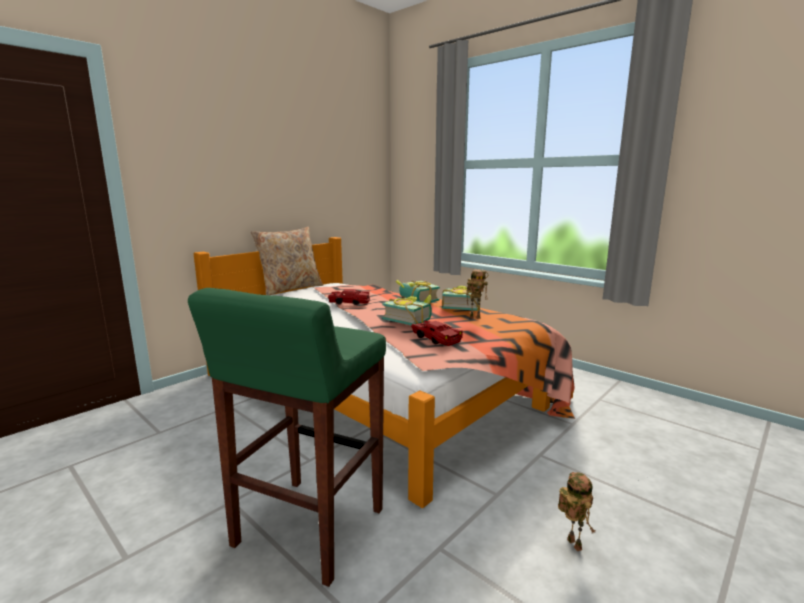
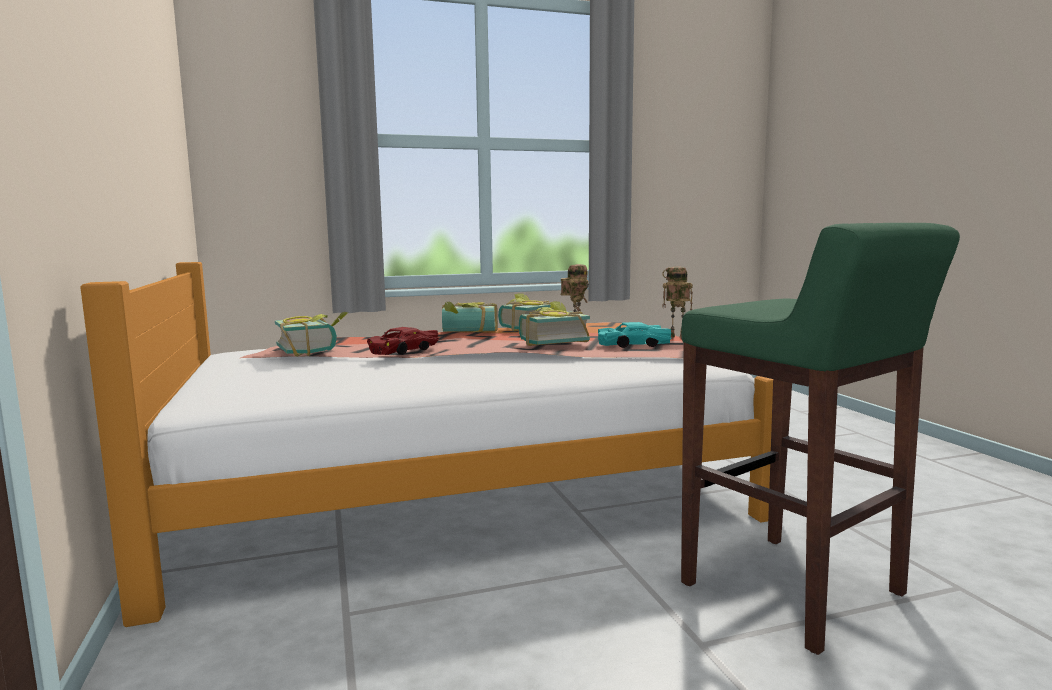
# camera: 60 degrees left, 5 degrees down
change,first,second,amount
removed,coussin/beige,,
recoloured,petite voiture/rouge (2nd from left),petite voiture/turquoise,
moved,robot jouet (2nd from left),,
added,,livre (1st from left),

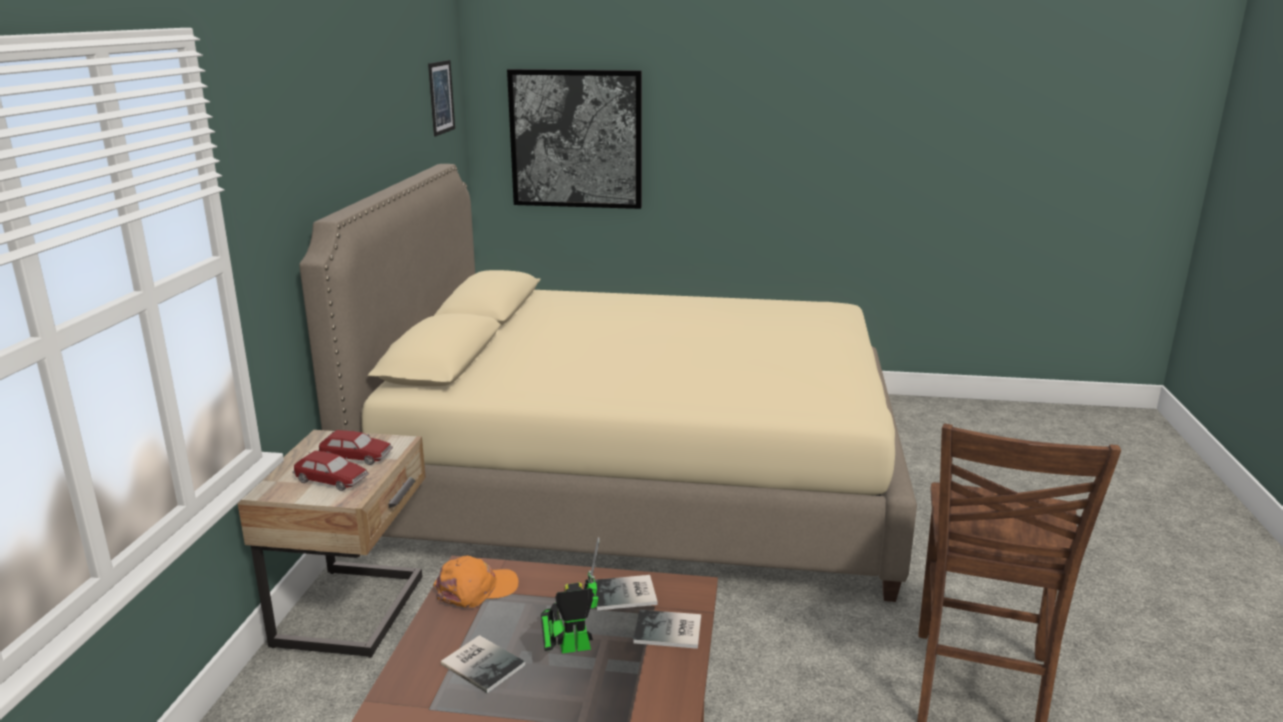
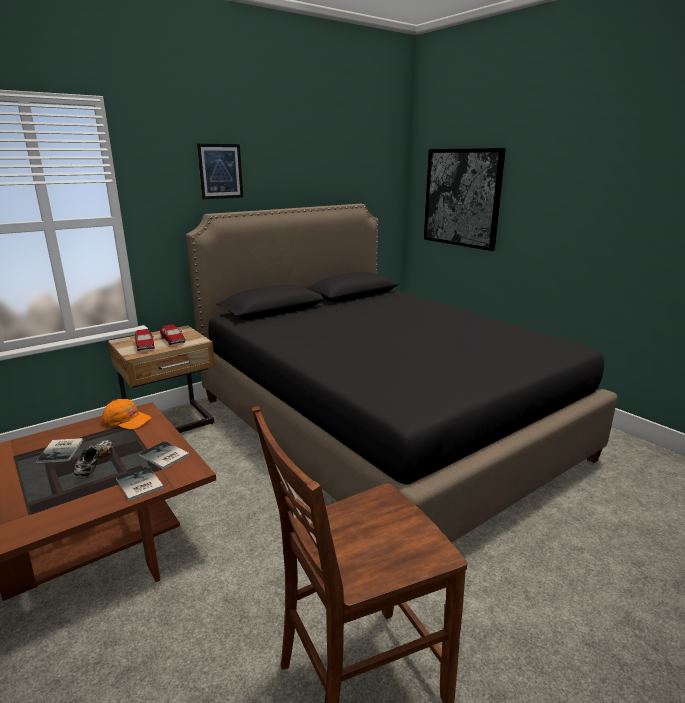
# camera: 45 degrees right, 0 degrees up
change,first,second,amount
recoloured,lit/beige,lit/noir,
moved,tableau (1st from left),,
replaced,robot jouet,chaussure,

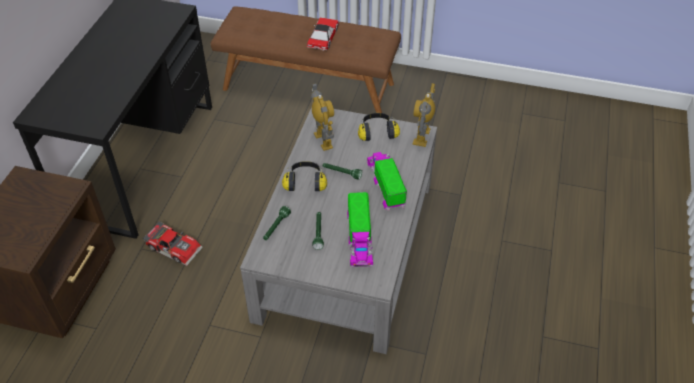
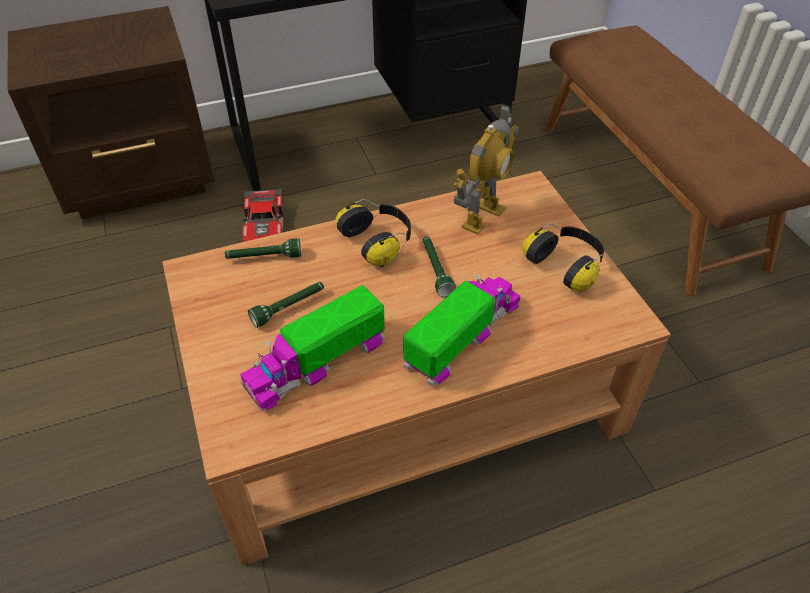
# camera: 55 degrees right, 0 degrees up
change,first,second,amount
recoloured,table basse/gris,table basse/marron,
removed,petite voiture (2nd from left),,
removed,robot jouet (2nd from left),,

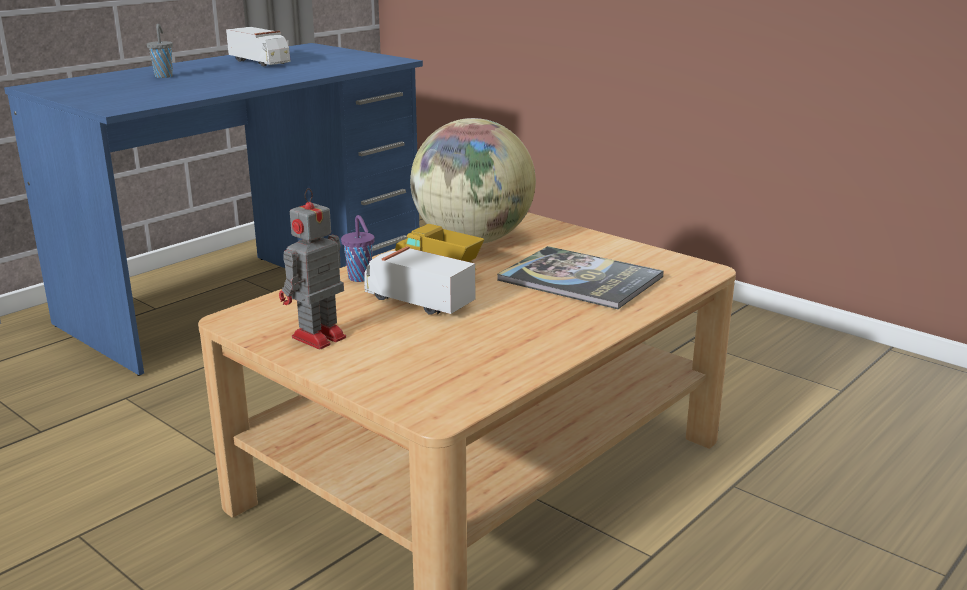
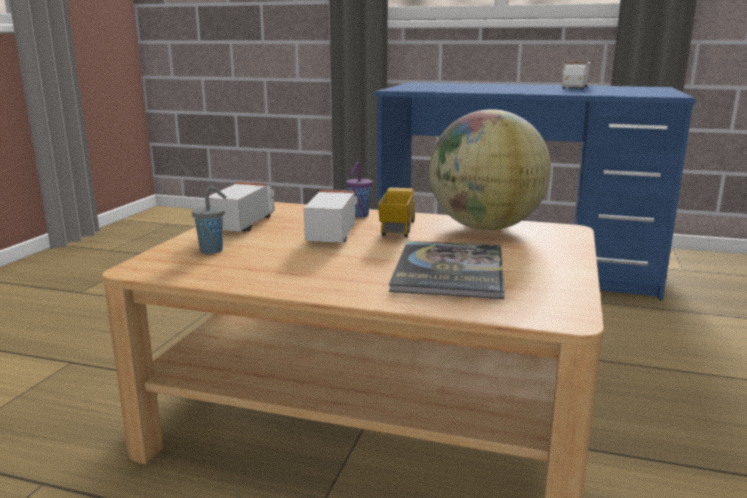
# camera: 65 degrees right, 5 degrees down
change,first,second,amount
moved,tasse/gris,,
replaced,robot jouet,camion jouet (1st from left),

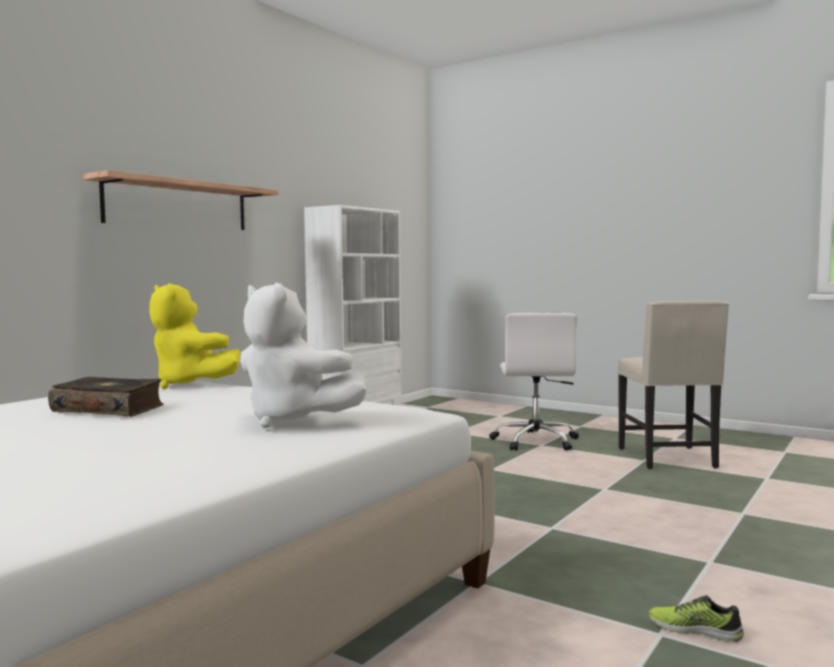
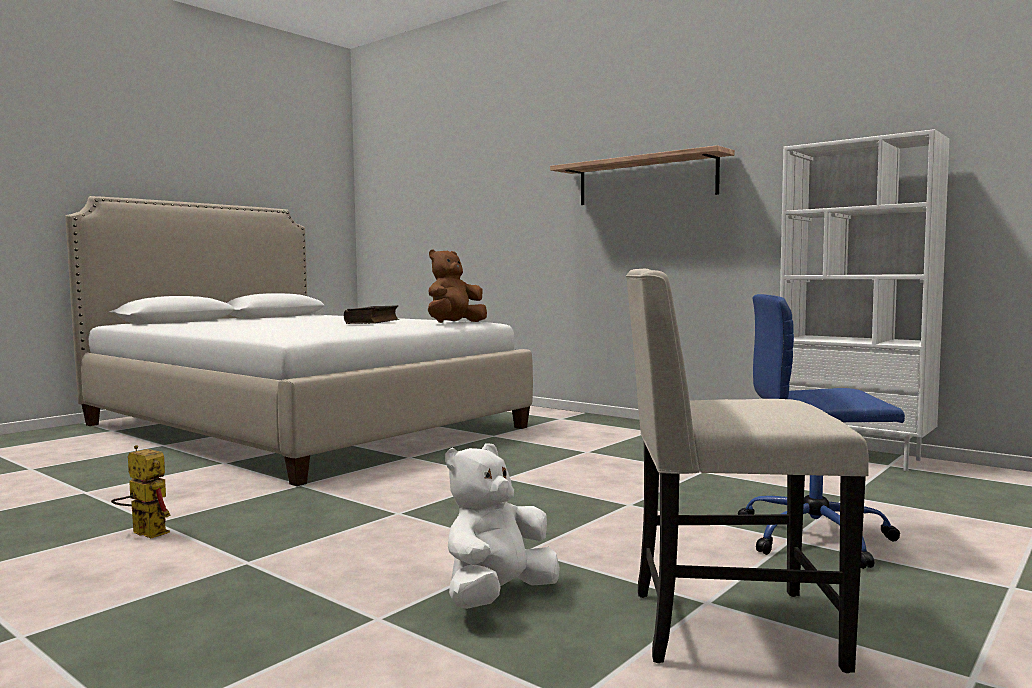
# camera: 95 degrees right, 0 degrees up
change,first,second,amount
recoloured,peluche/jaune,peluche/marron,
moved,peluche/blanc,,
recoloured,chaise de bureau/blanc,chaise de bureau/bleu,
replaced,chaussure,robot jouet,

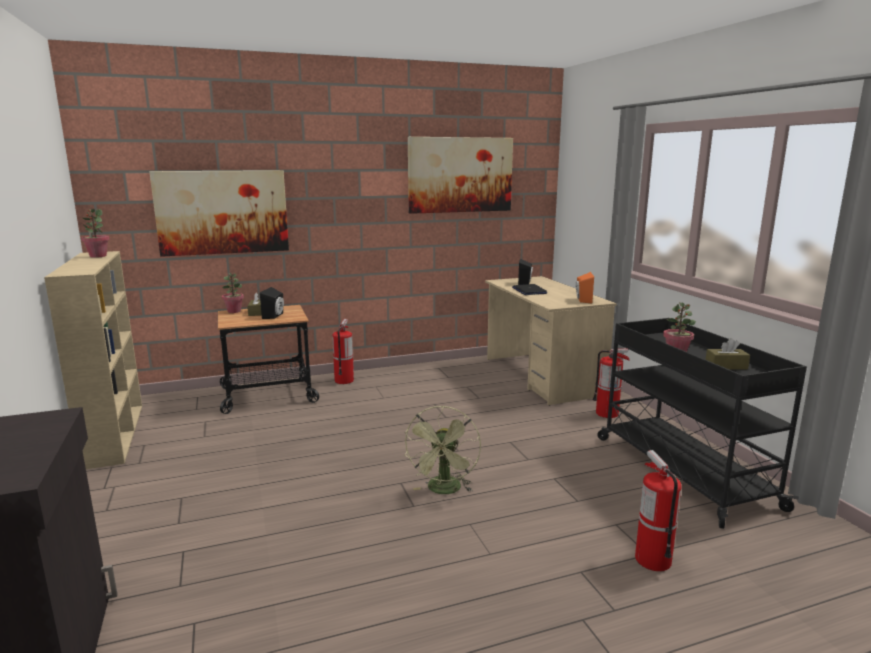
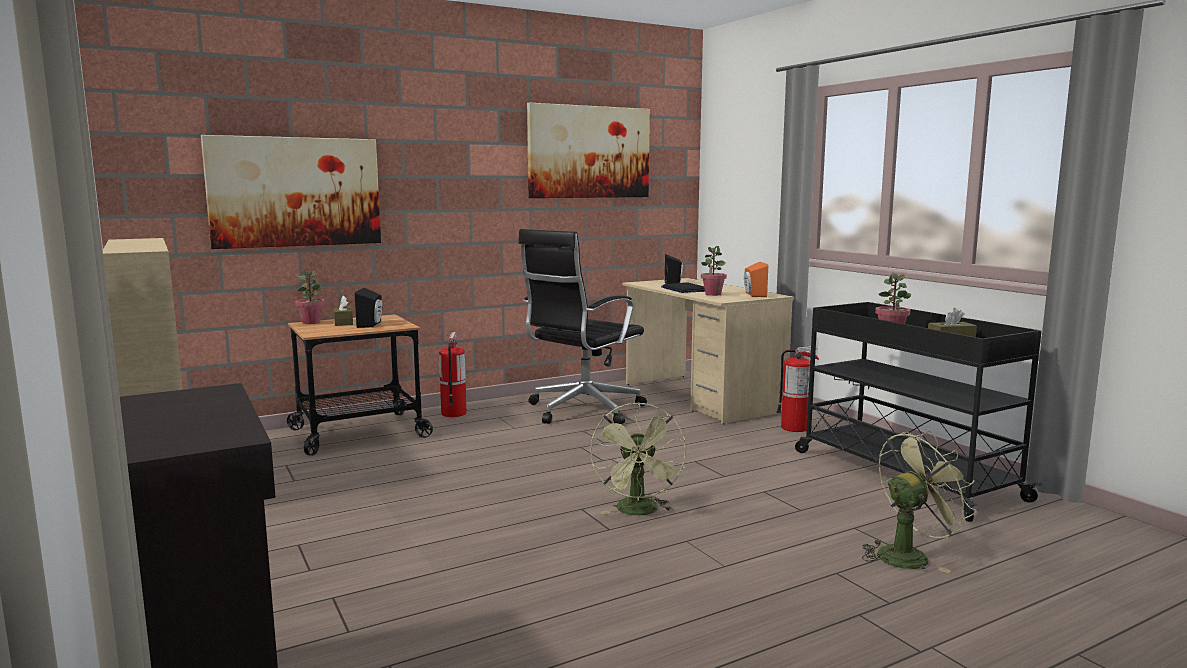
# camera: 10 degrees left, 5 degrees down
change,first,second,amount
moved,plante en pot (1st from left in the first image),plante en pot (2nd from left),
replaced,extincteur (3rd from left),ventilateur/vert (2nd from left),
added,,chaise de bureau/noir,

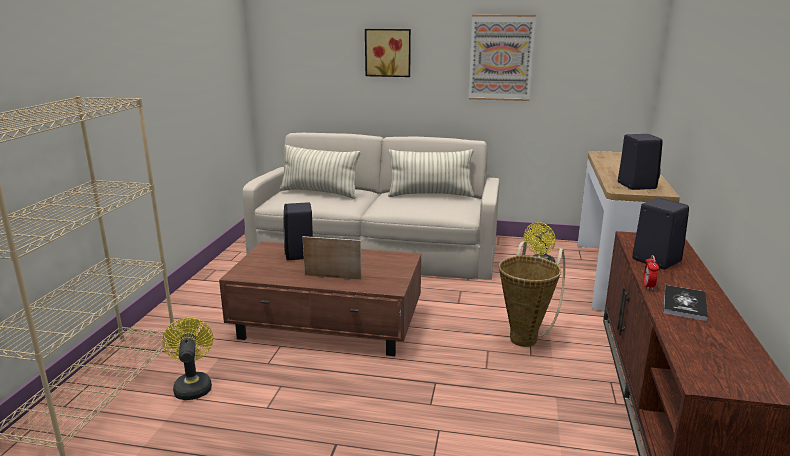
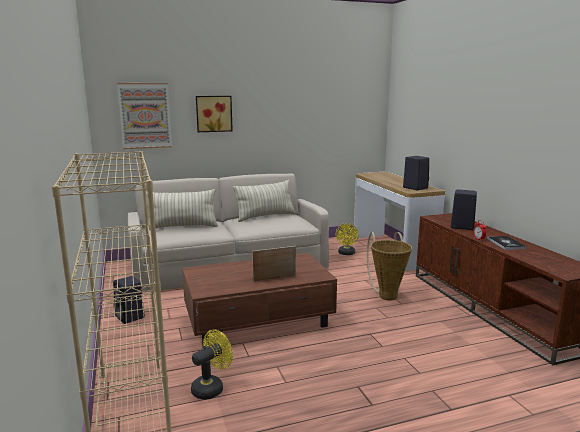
# camera: 30 degrees left, 5 degrees down
change,first,second,amount
turned,ventilateur/jaune (1st from left),,90 degrees clockwise
moved,enceinte/noir (1st from left),,
moved,tableau (2nd from left in the first image),tableau (1st from left),

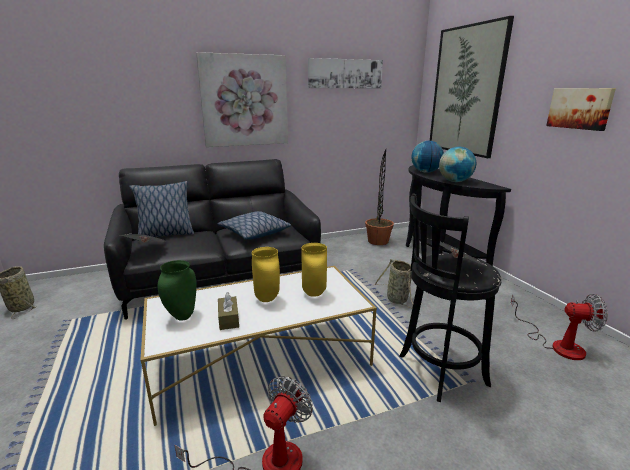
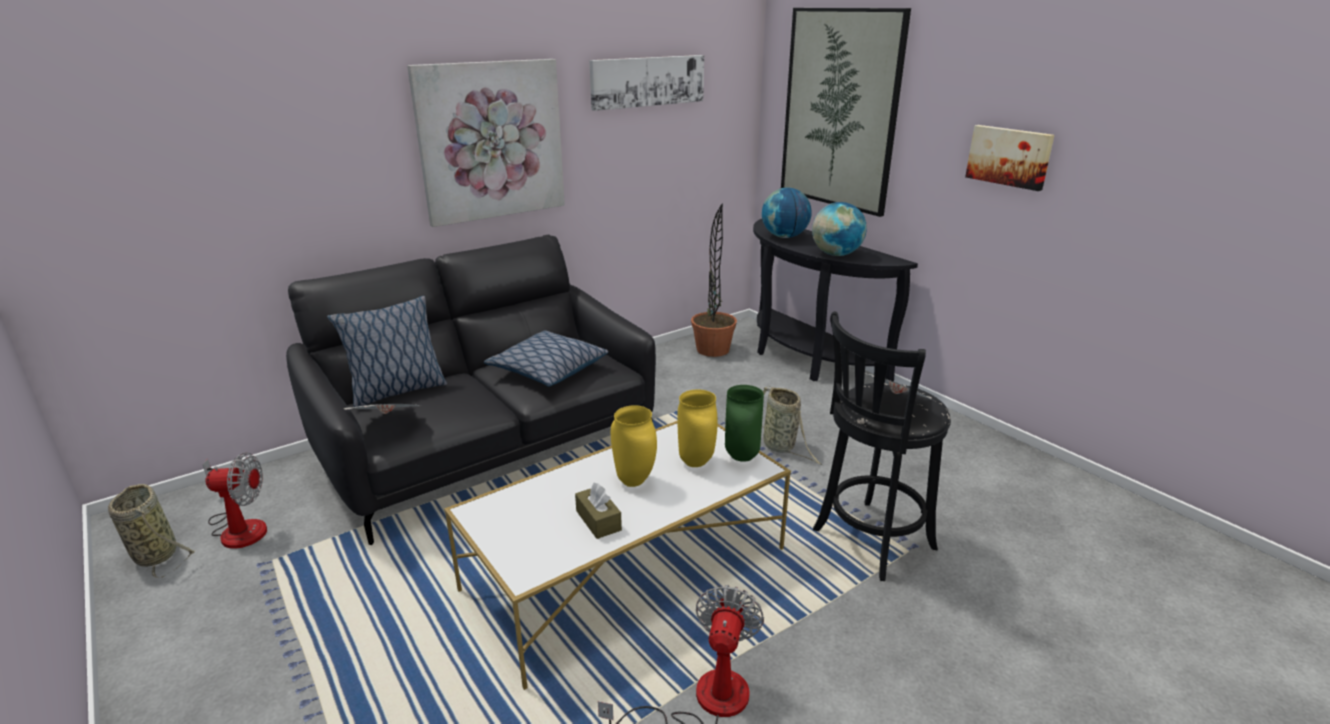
# camera: 15 degrees left, 5 degrees up
change,first,second,amount
moved,vase/vert,,
moved,ventilateur (2nd from left in the first image),ventilateur (1st from left),

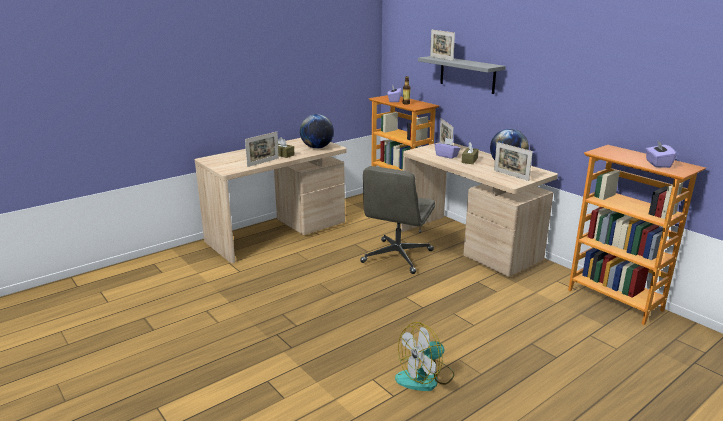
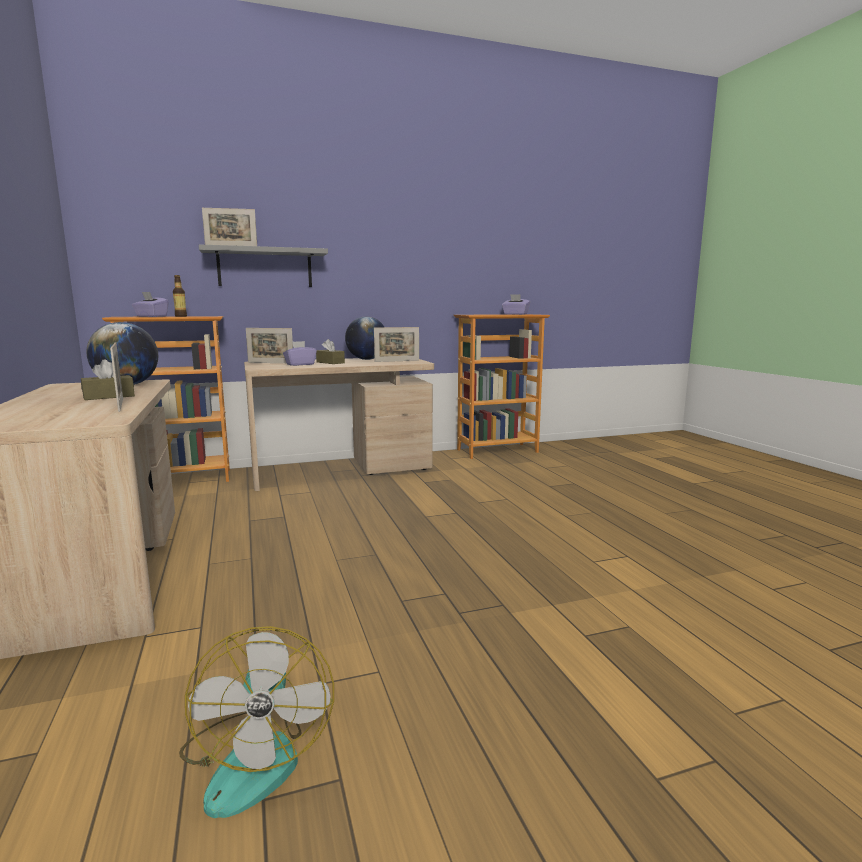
# camera: 70 degrees left, 10 degrees down
change,first,second,amount
removed,chaise de bureau/gris,,
moved,ventilateur,,

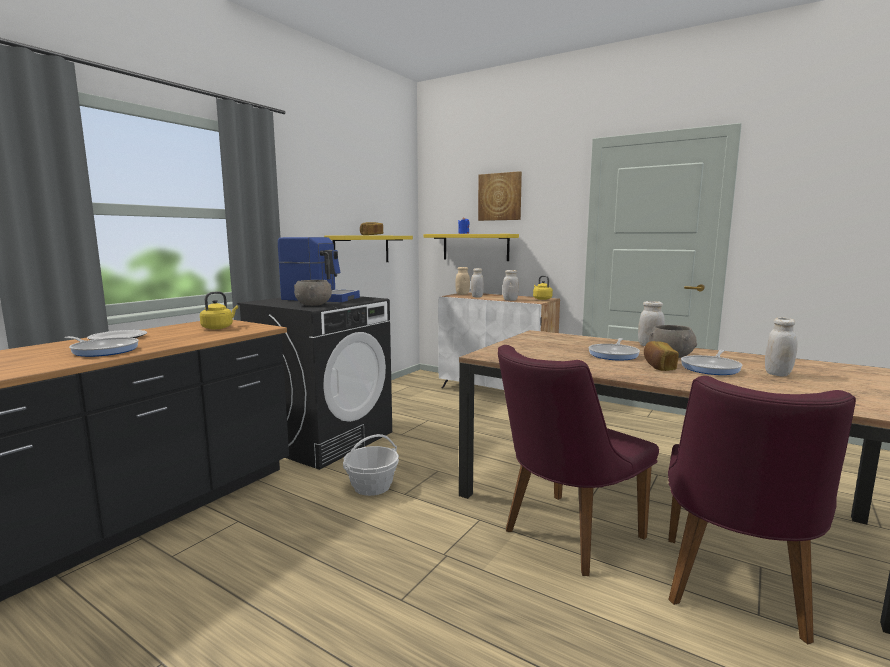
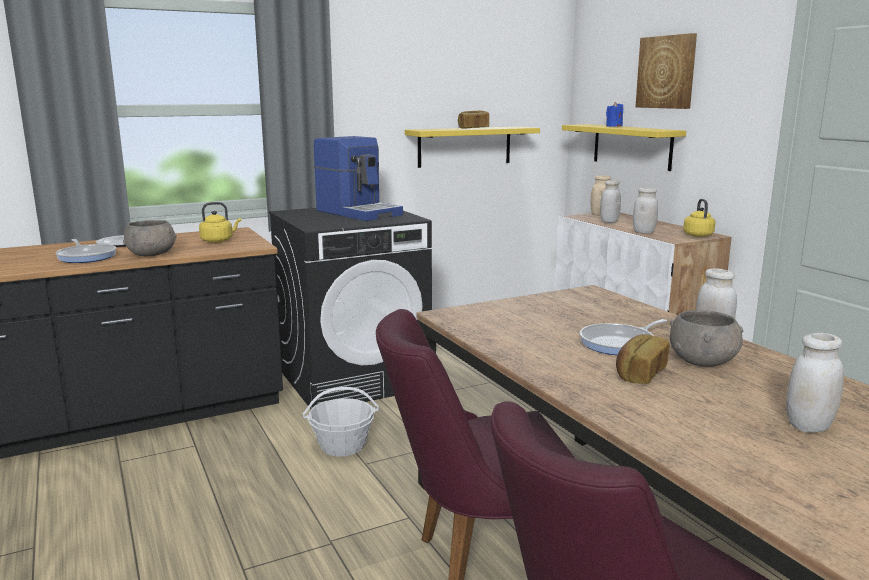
# camera: 30 degrees right, 5 degrees up
change,first,second,amount
moved,bol/gris (1st from left),,
removed,poêle (3rd from left),,

